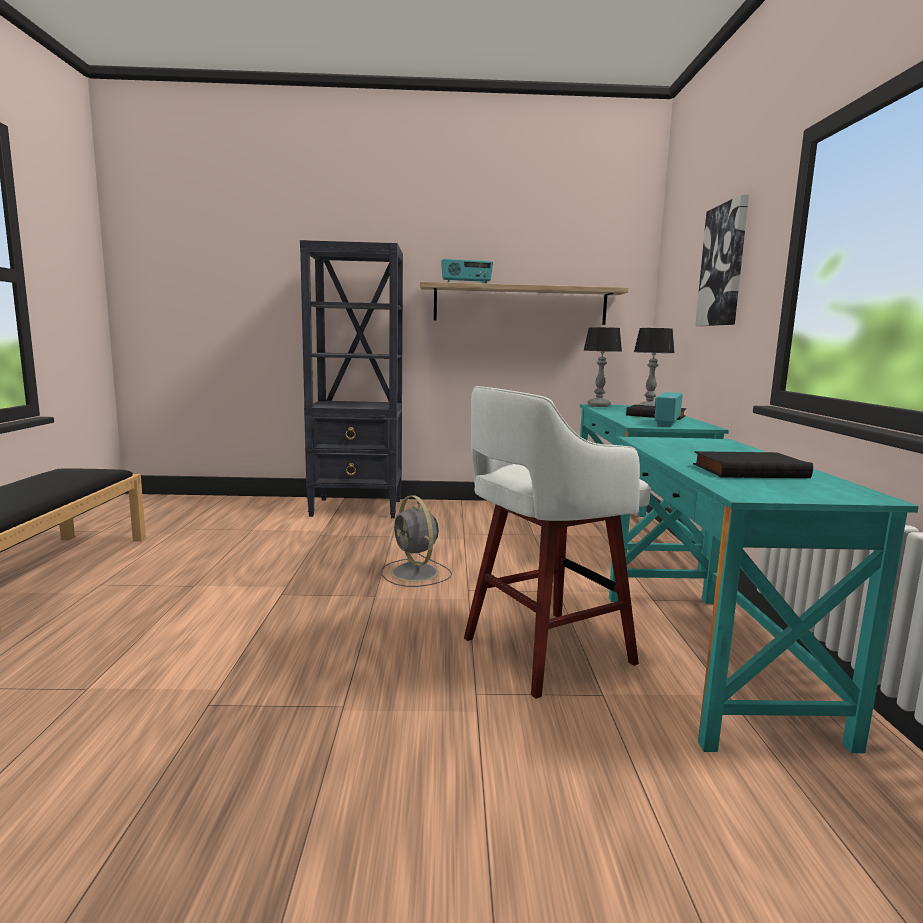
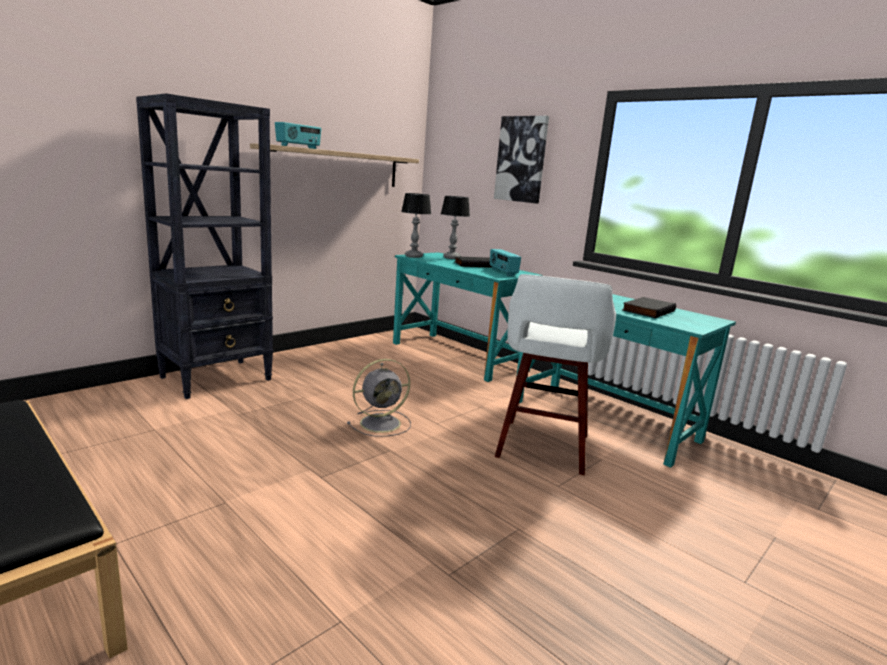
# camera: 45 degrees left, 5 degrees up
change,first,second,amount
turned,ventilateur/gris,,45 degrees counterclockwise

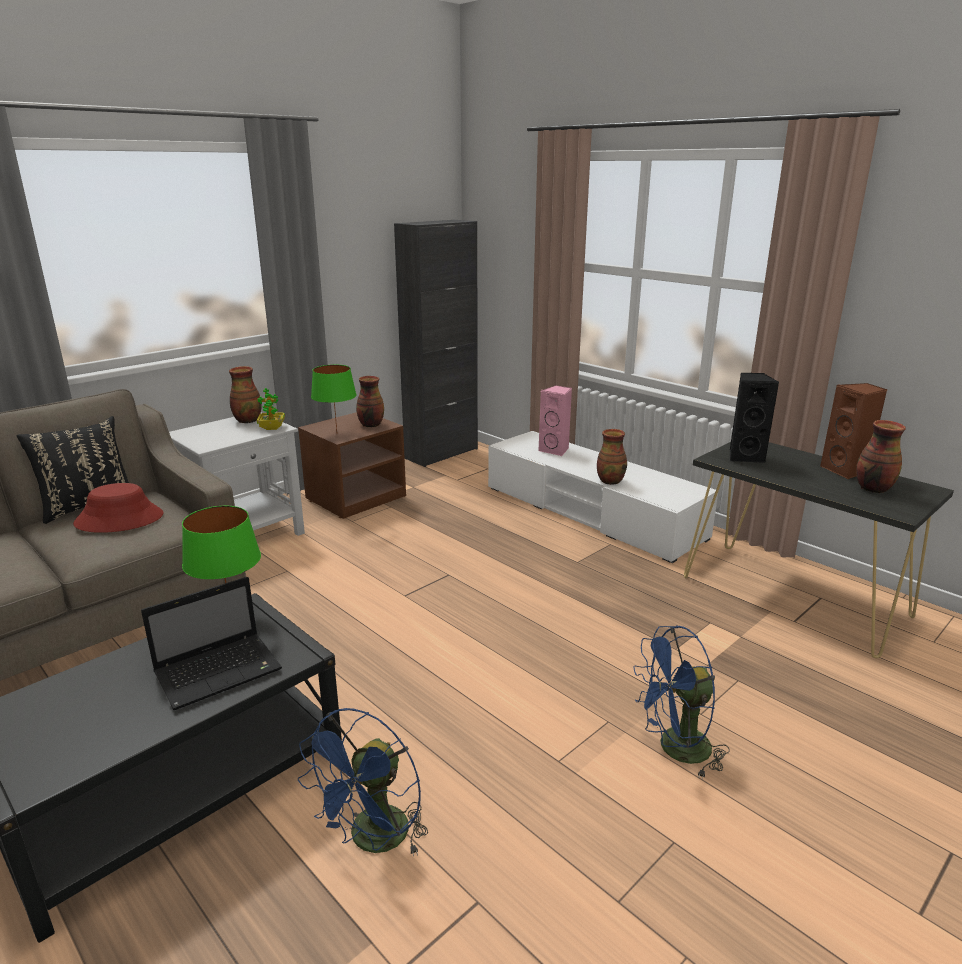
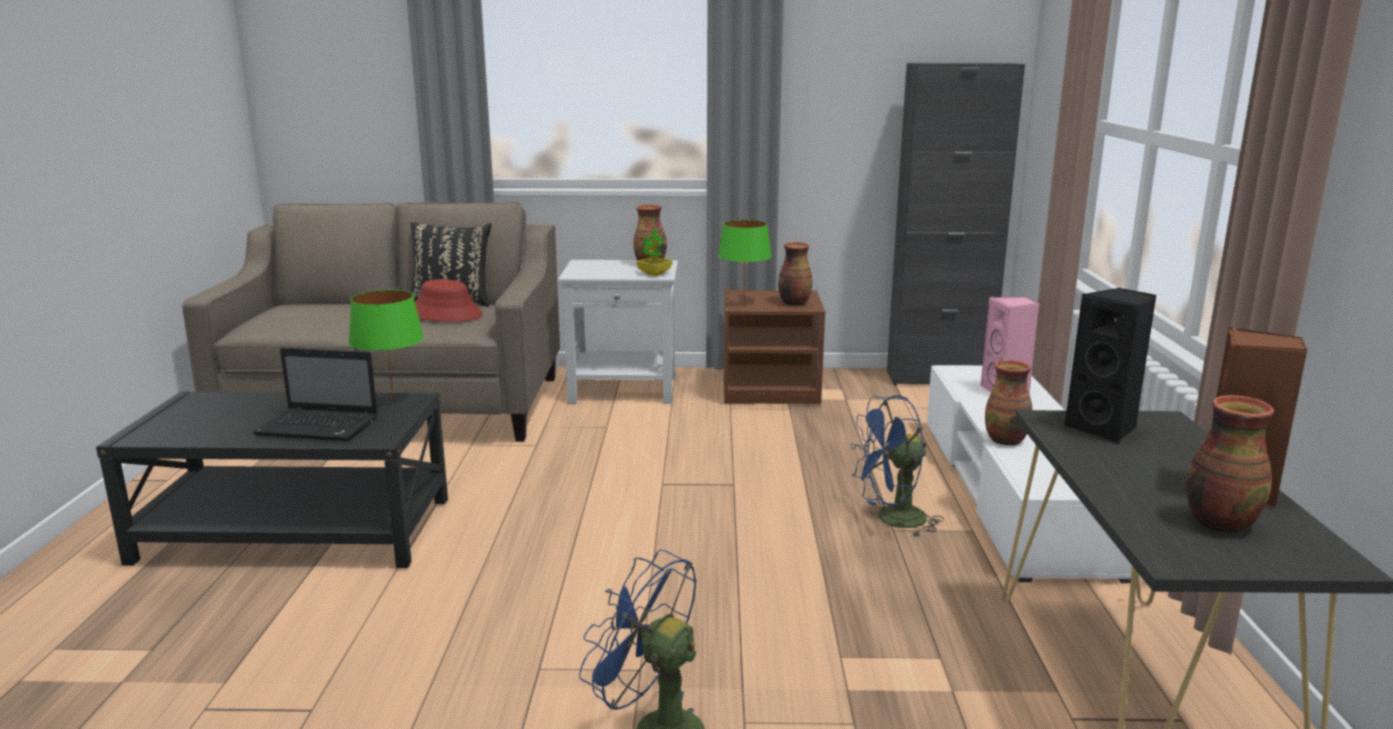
# camera: 45 degrees right, 5 degrees down
change,first,second,amount
moved,ventilateur/bleu (1st from left in the first image),ventilateur/bleu (2nd from left),

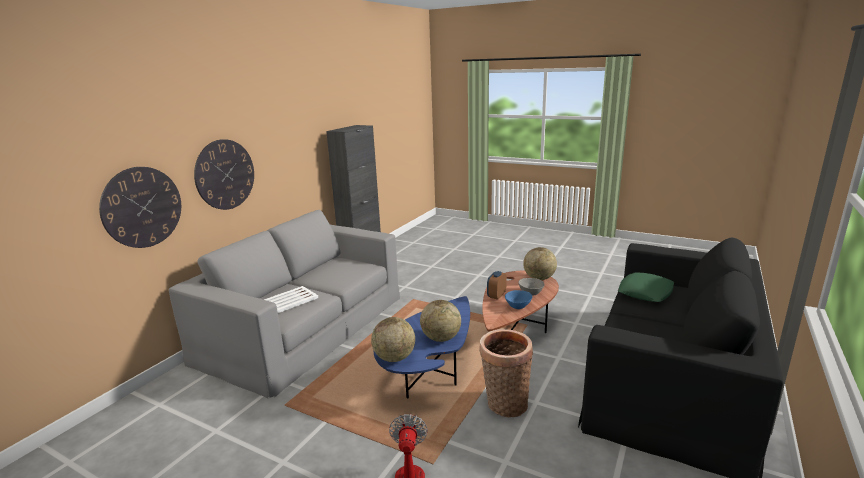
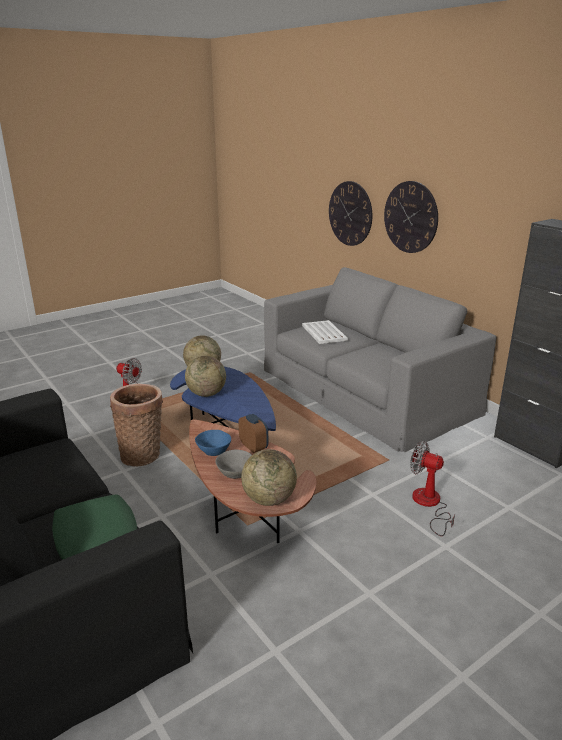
# camera: 115 degrees right, 5 degrees up
change,first,second,amount
added,,ventilateur (2nd from left),

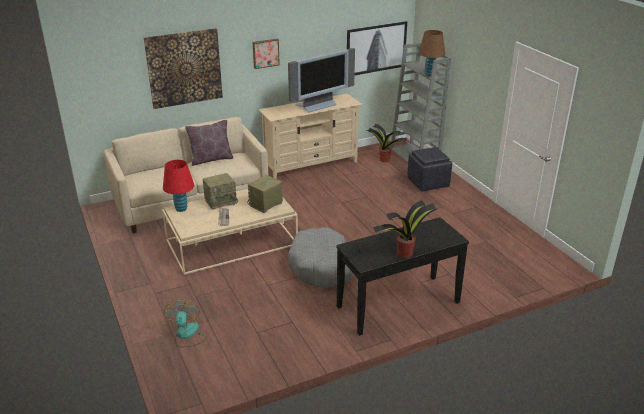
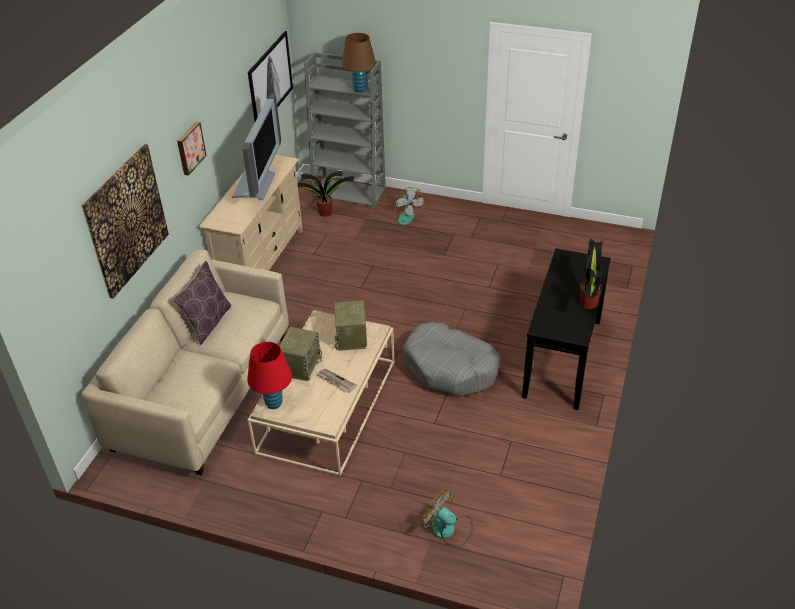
# camera: 45 degrees left, 10 degrees up
change,first,second,amount
replaced,pouf/noir,ventilateur (1st from left),

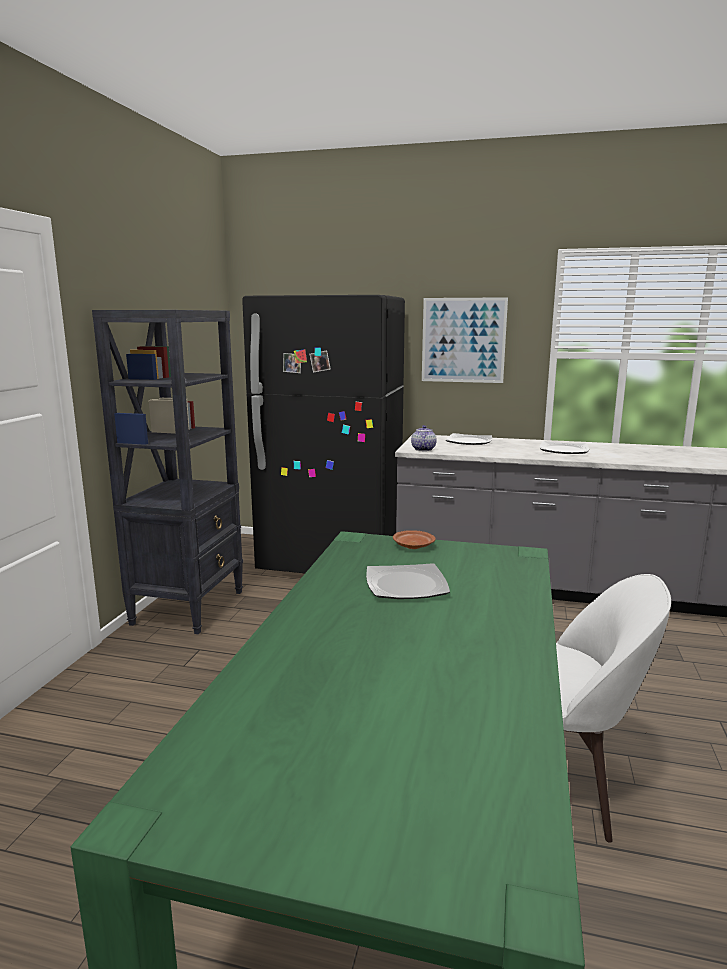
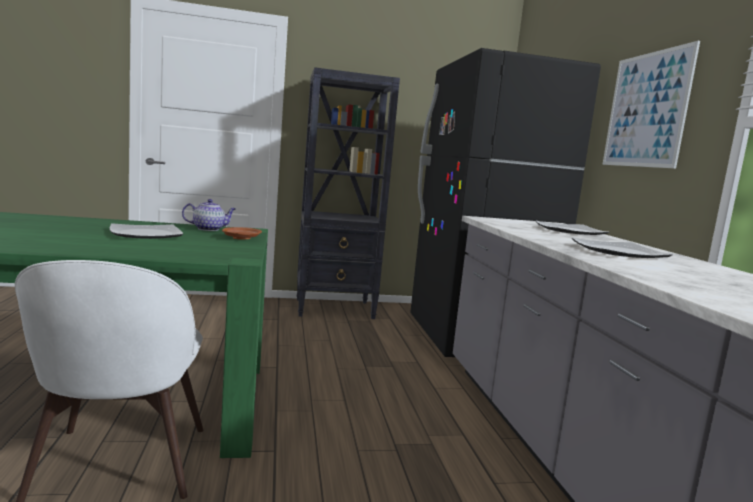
# camera: 65 degrees right, 5 degrees down
change,first,second,amount
moved,théière,,

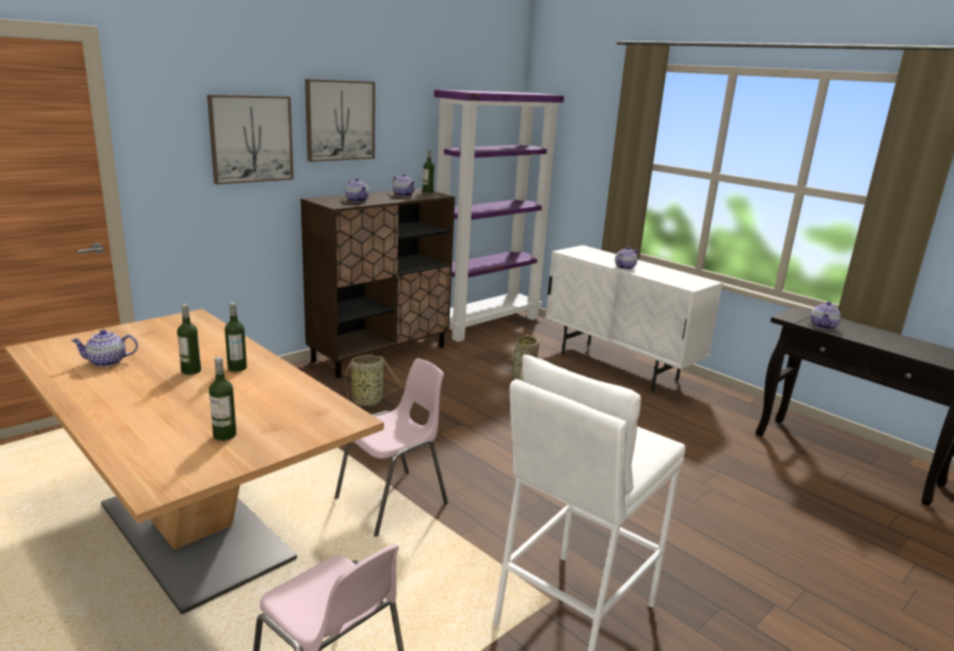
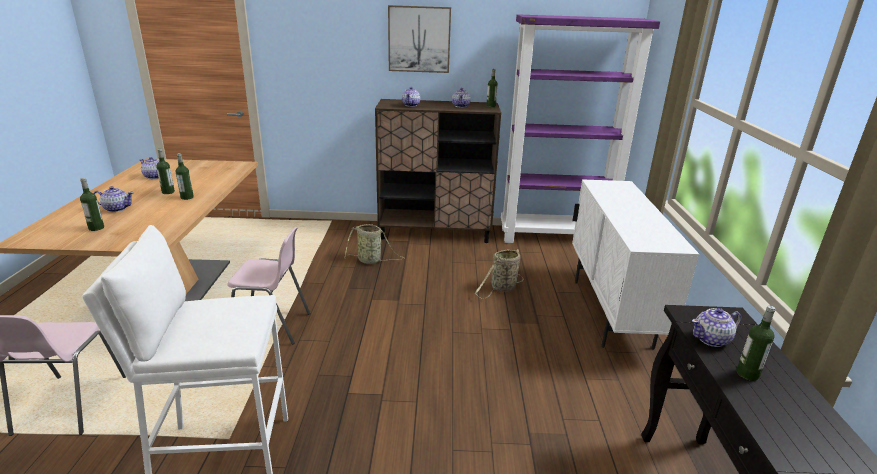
# camera: 45 degrees right, 5 degrees up
change,first,second,amount
removed,tableau (1st from left),,
moved,théière (4th from left in the first image),théière (1st from left),
added,,bouteille (5th from left),

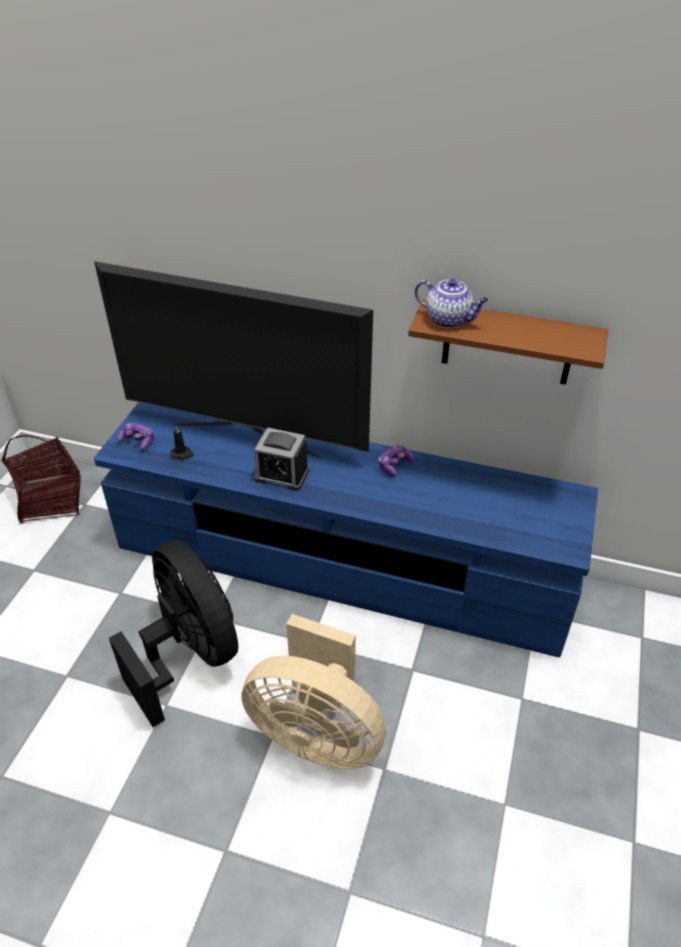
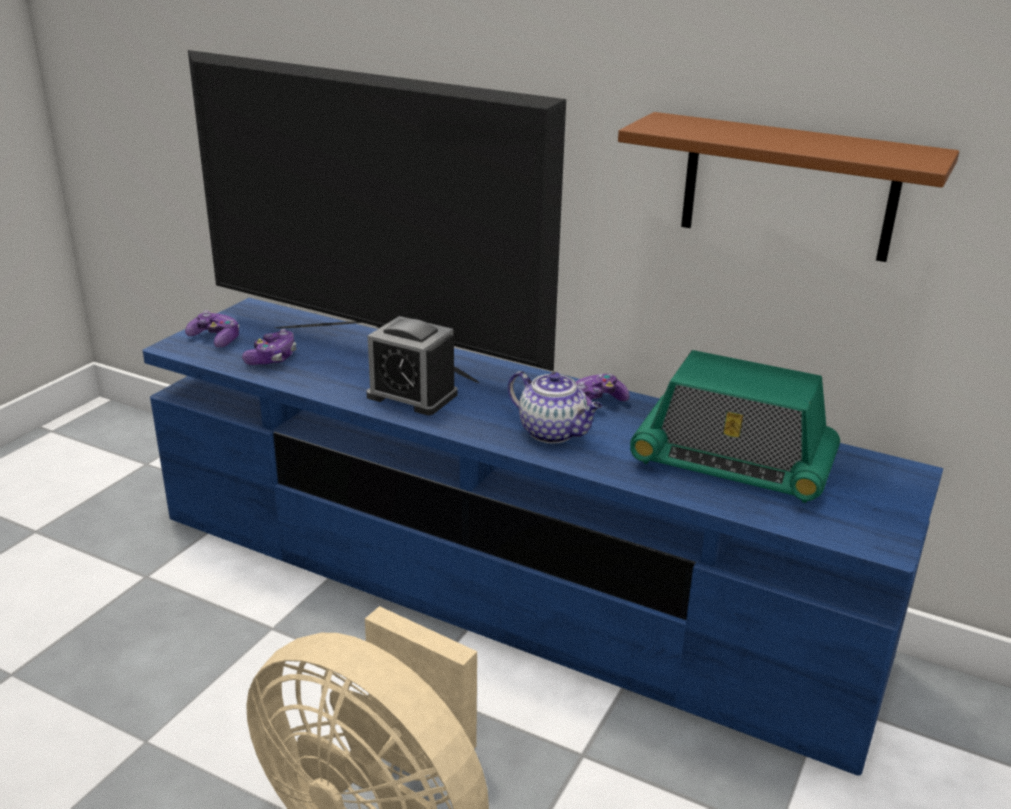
# camera: 10 degrees right, 15 degrees down
change,first,second,amount
removed,panier,,
removed,ventilateur/noir,,
replaced,bougie/noir,manette (2nd from left),
moved,théière,,
added,,radio,

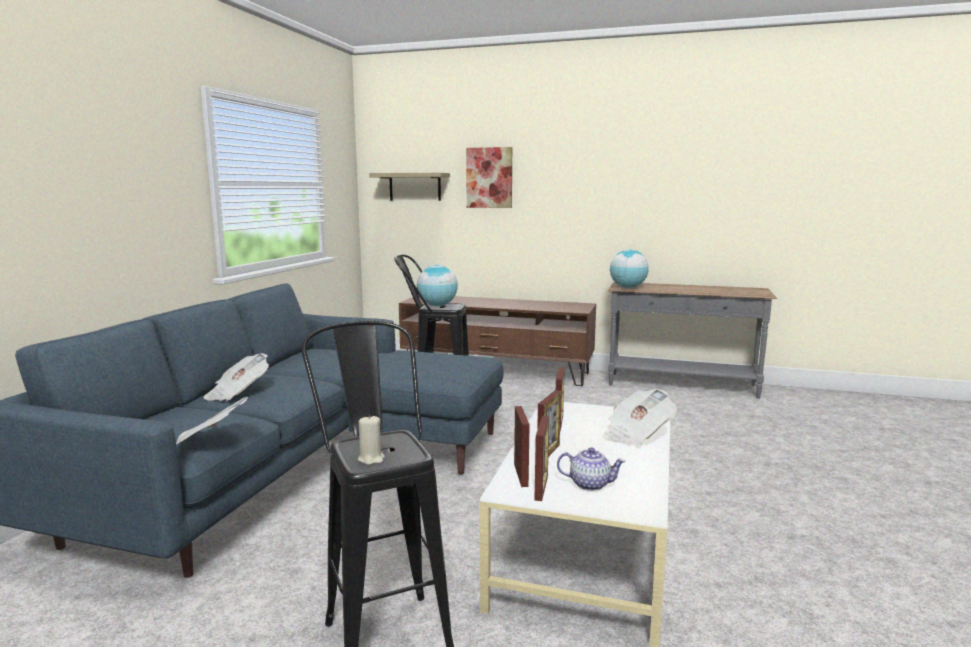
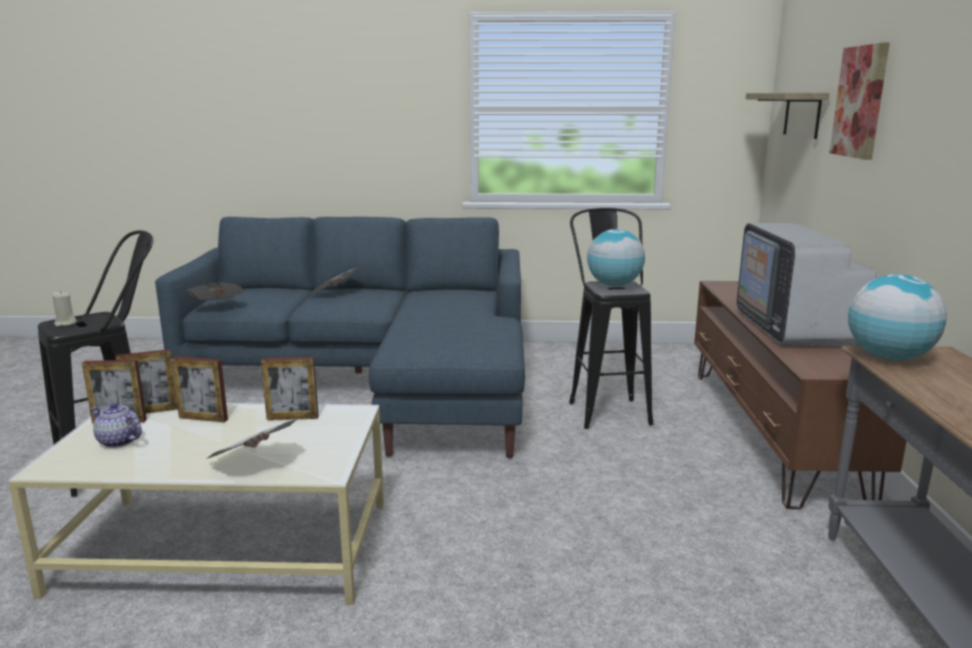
# camera: 75 degrees right, 5 degrees up
change,first,second,amount
turned,théière,,120 degrees clockwise
added,,téléviseur,

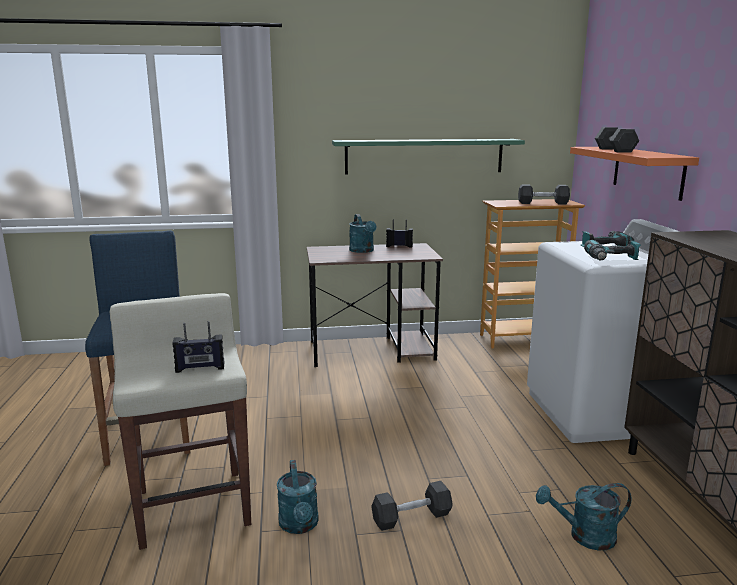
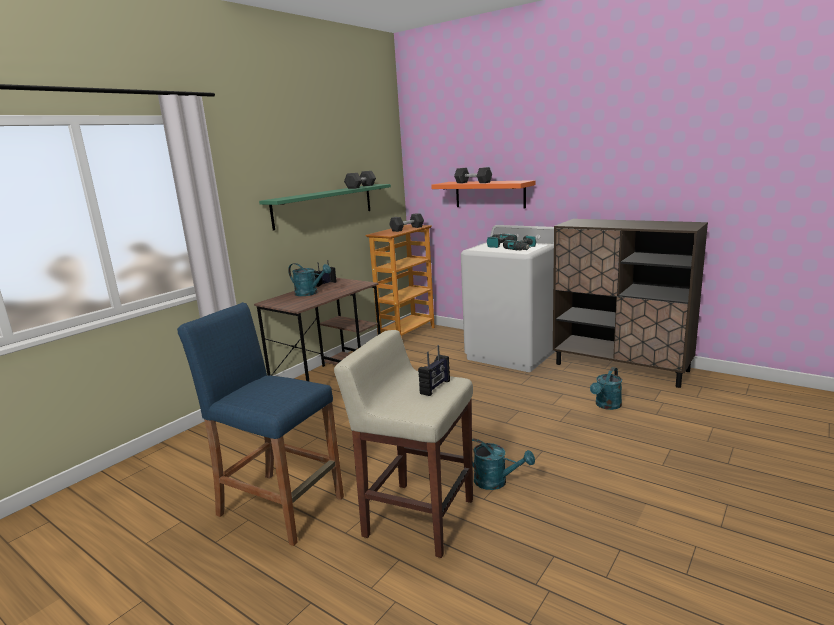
# camera: 45 degrees left, 0 degrees up
change,first,second,amount
moved,haltère/gris (1st from left),,

